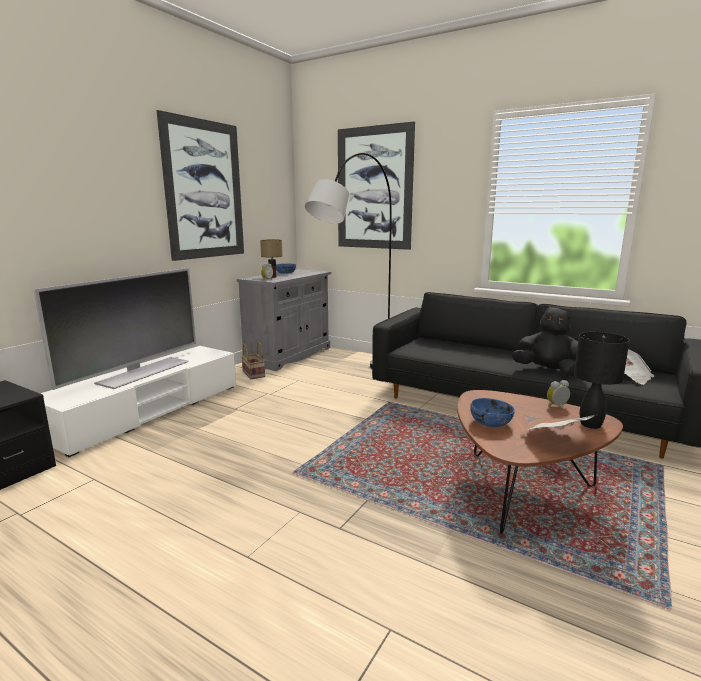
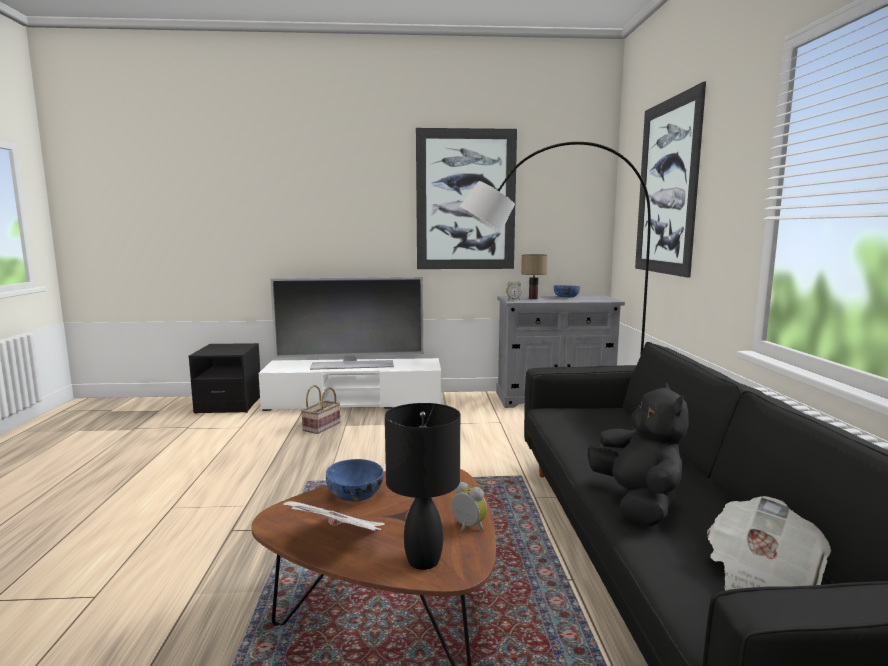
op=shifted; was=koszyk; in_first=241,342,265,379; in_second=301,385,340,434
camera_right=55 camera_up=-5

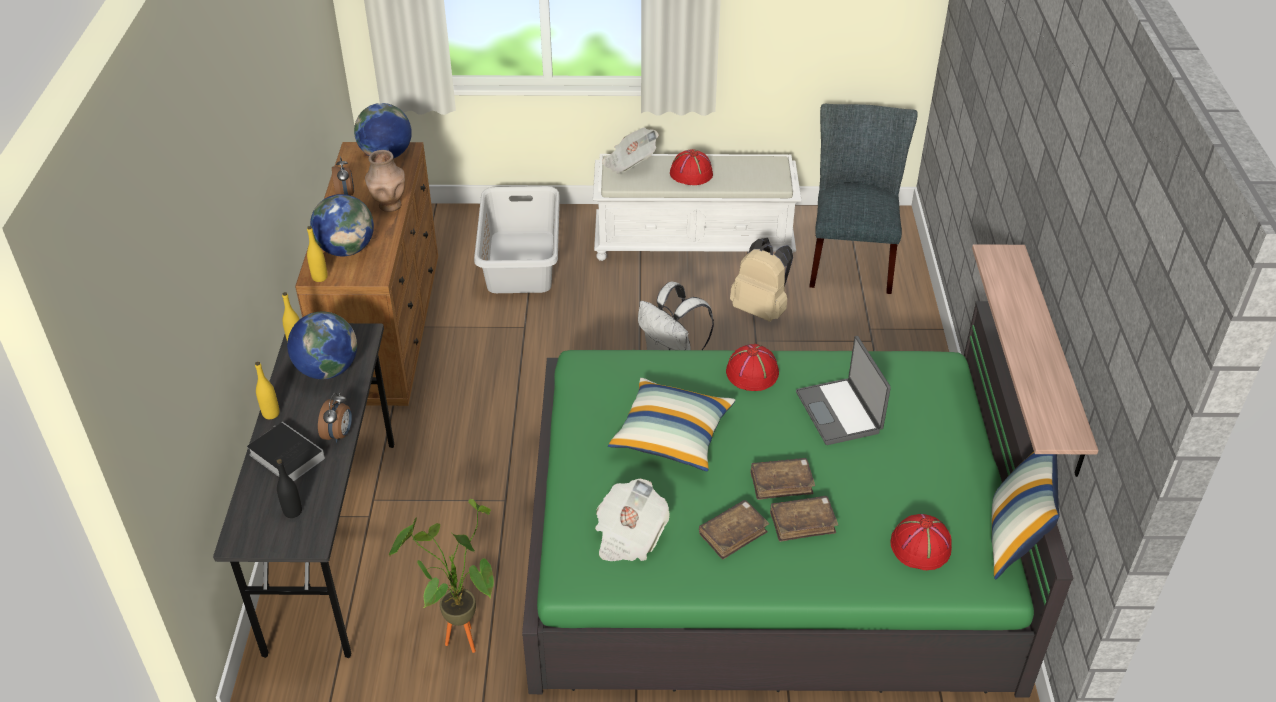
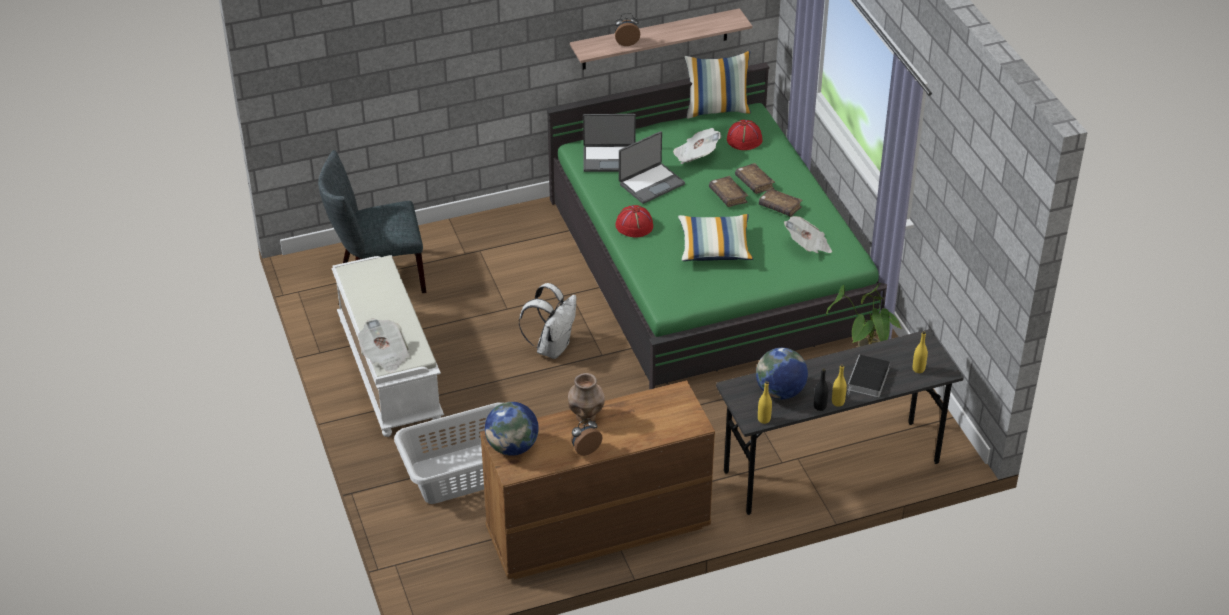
op=new; now=laptop; in_second=583,114,636,172
op=shifted; was=budzik; in_first=318,392,352,443; in_second=615,13,640,46
op=new; now=gazeta; in_second=673,128,721,164
op=shifted; was=butelka (czarny); in_first=276,459,302,518; in_second=814,368,828,411
op=shifted; was=butelka (żółty); in_first=307,226,328,282; in_second=913,331,928,373
op=gone; was=globus; in_first=310,194,374,256
op=gone; was=kapelusz (czerwony); in_first=670,149,713,185
op=gone; was=plecak (beżowy); in_first=730,238,793,322
camera_right=-110 camera_up=0

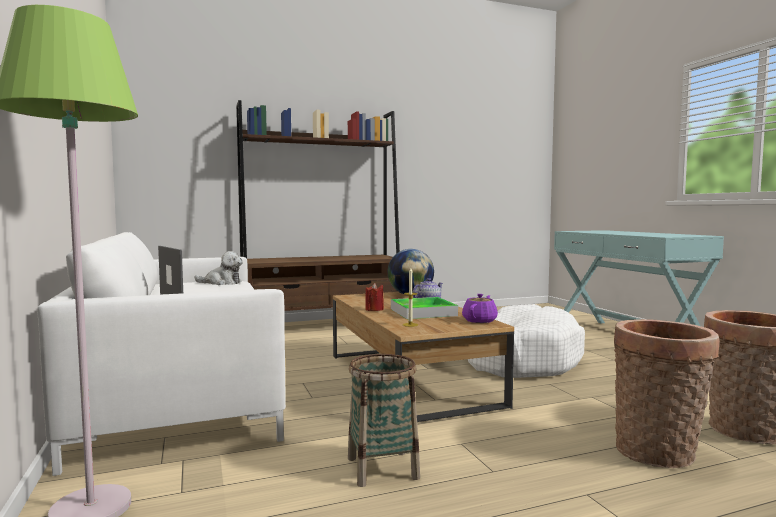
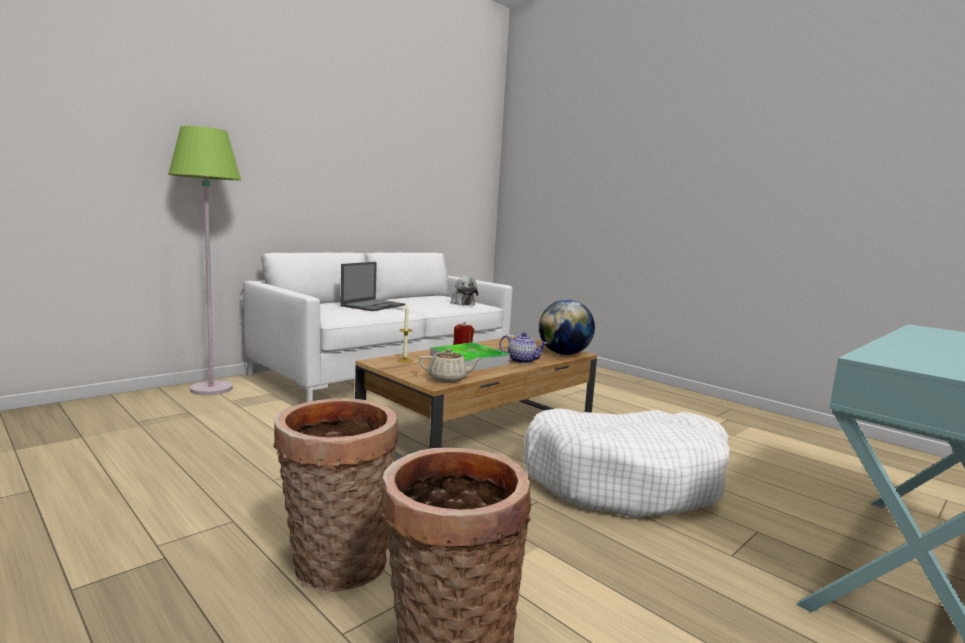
op=repainted; was=imbryk (fioletowy); now=imbryk (beżowy); in_first=462,294,498,323; in_second=419,348,481,382
op=gone; was=regał (brązowy); in_first=236,100,400,311
op=gone; was=koszyk; in_first=348,354,420,487
camera_right=65 camera_up=5

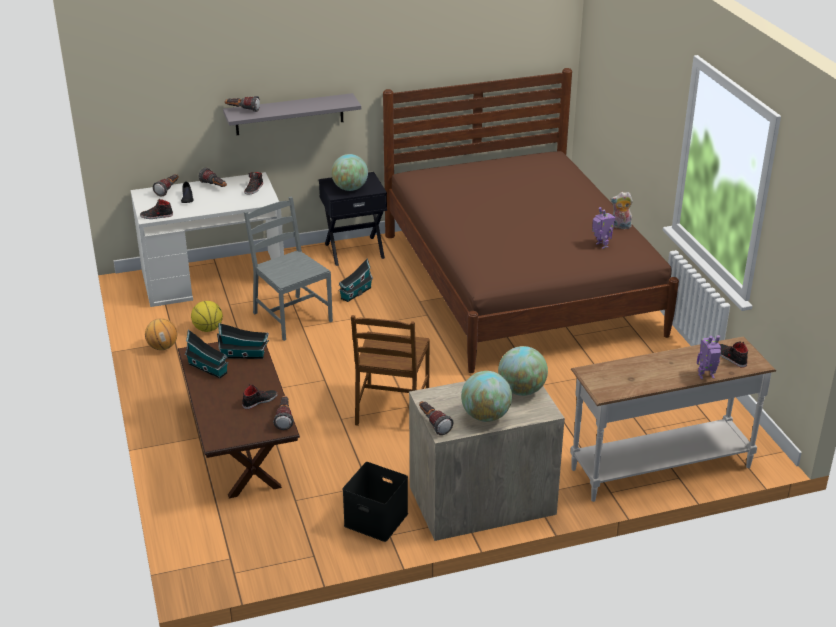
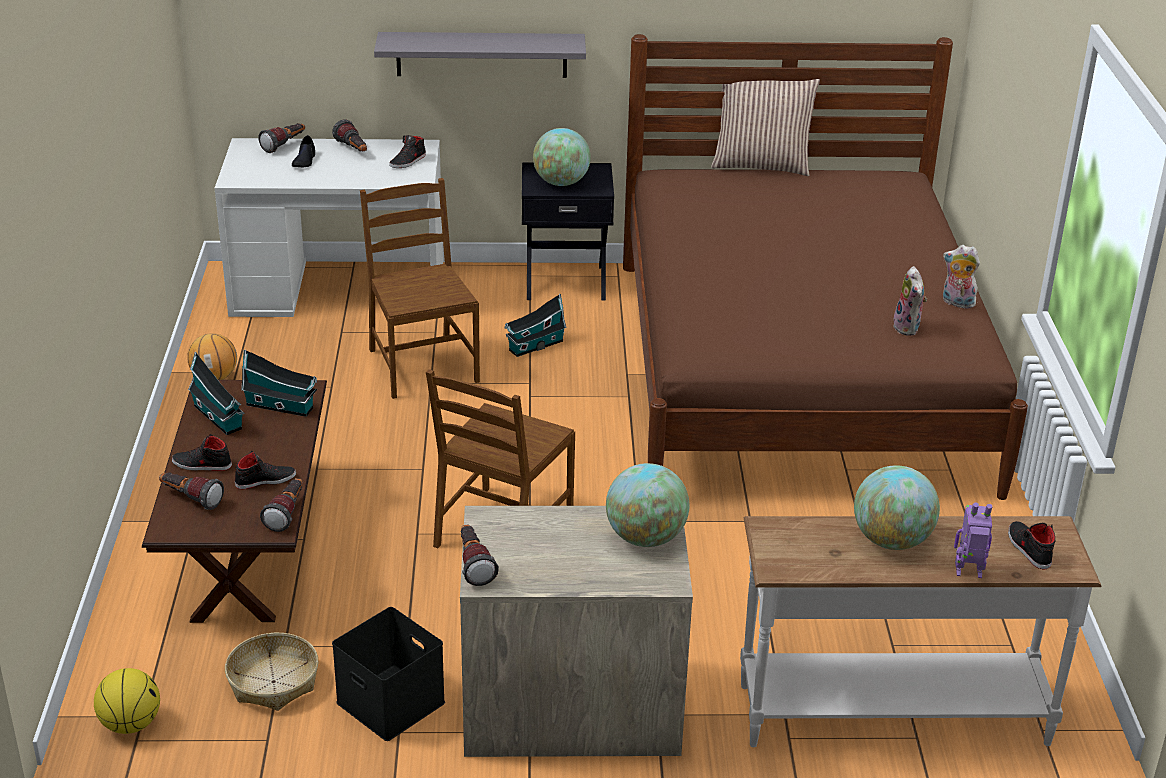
op=shifted; was=piłka do koszykówki; in_first=191,301,223,332; in_second=94,668,160,734
op=shifted; was=latarka; in_first=225,96,260,112; in_second=159,472,224,510
op=shifted; was=but (czarny); in_first=140,199,173,219; in_second=172,434,232,471
op=new; now=koszyk; in_second=225,633,319,711
op=repainted; was=krzesło (szary); now=krzesło (brązowy); in_first=244,197,333,341; in_second=360,178,480,399
op=new; now=poduszka; in_second=711,79,820,176
op=shifted; was=globus; in_first=461,371,512,422; in_second=854,465,940,550
op=swapped; was=robot zabawkowy; now=pluszak; in_first=592,207,615,249; in_second=894,266,927,336
camera_right=15 camera_up=0

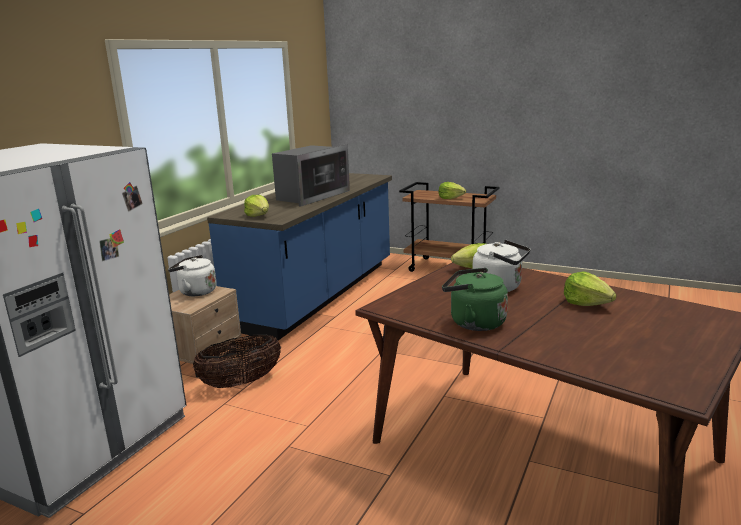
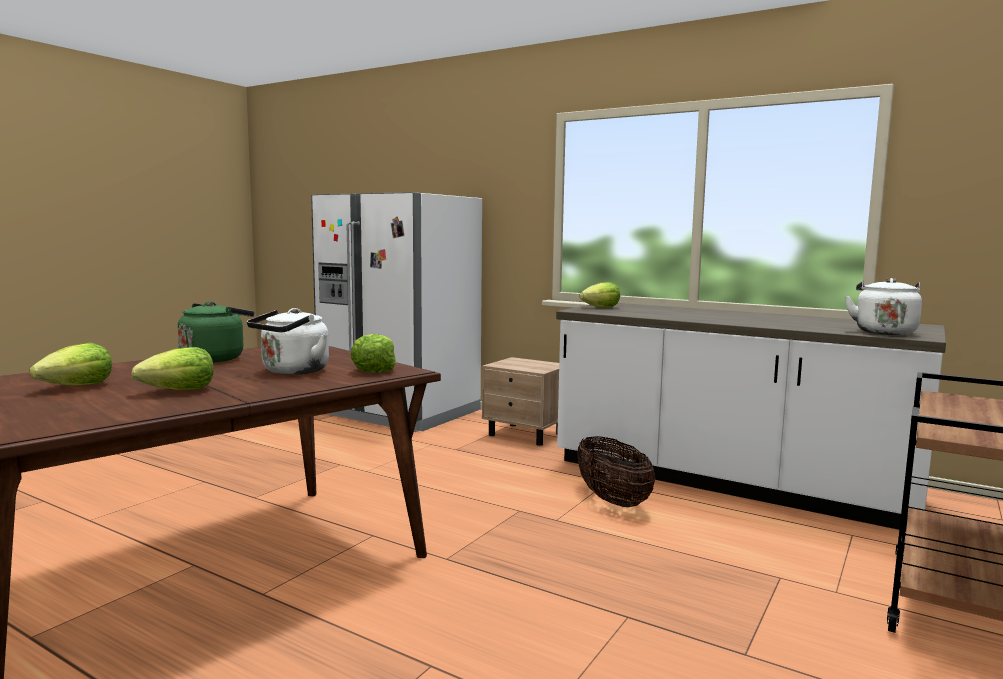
op=shifted; was=sałata; in_first=439,182,466,199; in_second=30,343,112,385
op=repainted; was=zabudowa kuchenna (niebieski); now=zabudowa kuchenna (biały); in_first=207,173,392,341; in_second=556,303,946,530
op=shifted; was=koszyk; in_first=193,335,281,388; in_second=577,436,656,507
op=shifted; was=czajnik (biały); in_first=168,255,217,296; in_second=845,278,922,335
op=gone; was=mikrofalówka; in_first=272,144,350,206
camera_right=95 camera_up=-10

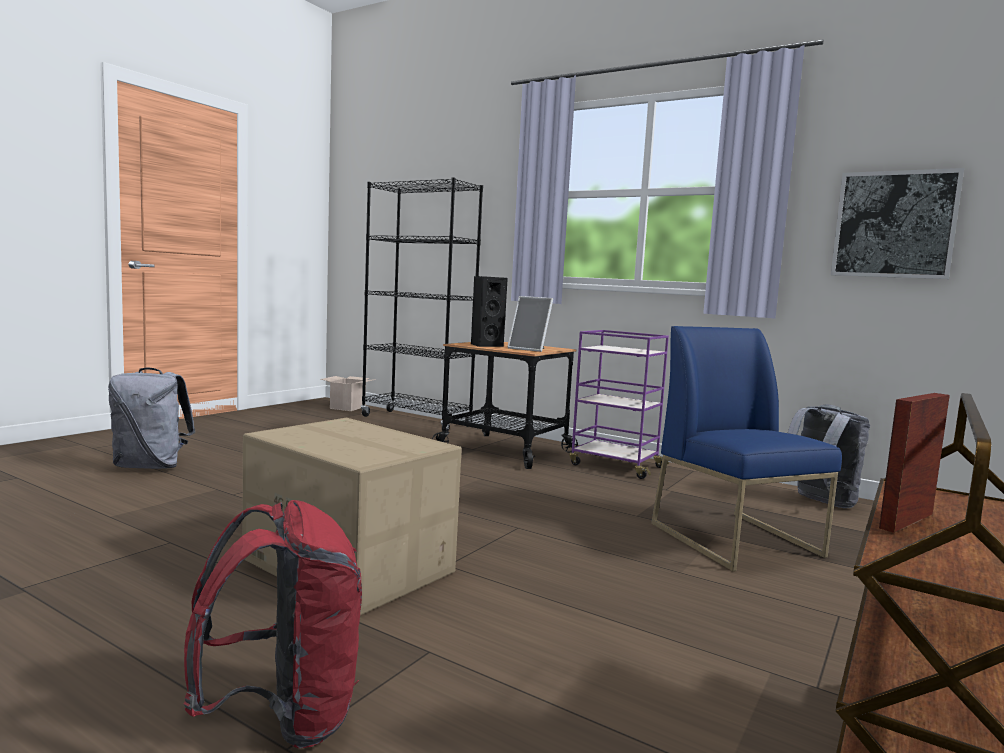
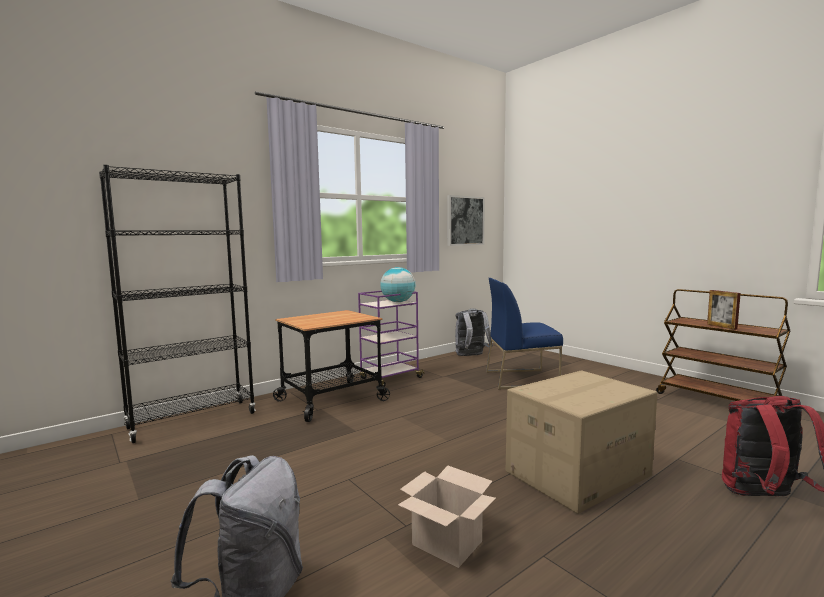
op=new; now=globus; in_second=380,267,415,302
op=shifted; was=karton; in_first=321,376,376,411; in_second=398,466,496,568
op=gone; was=głośnik (czarny); in_first=471,276,508,347
op=gone; was=ramka na zdjęcie; in_first=507,296,553,352
camera_right=-70 camera_up=0

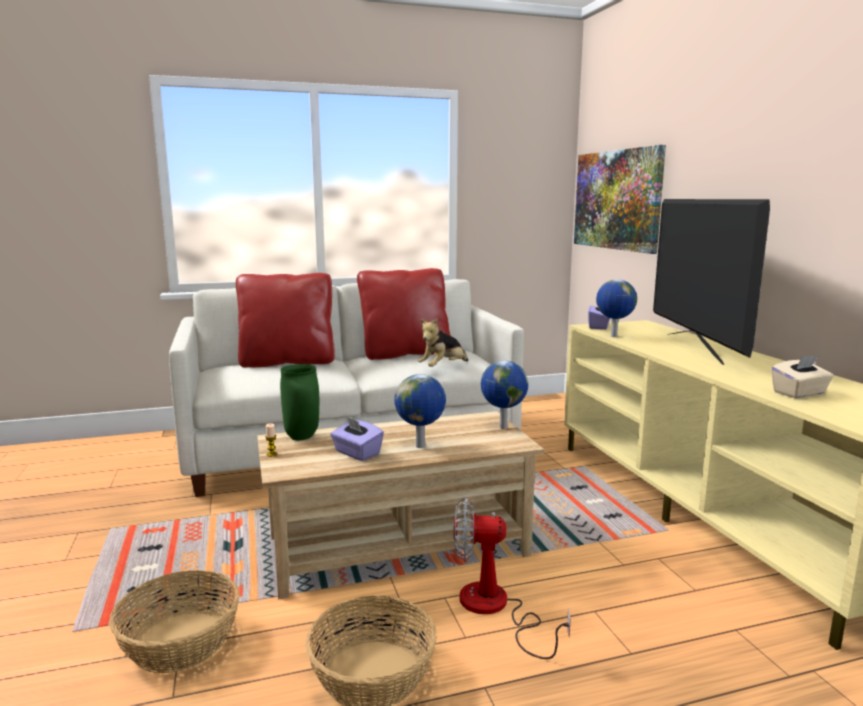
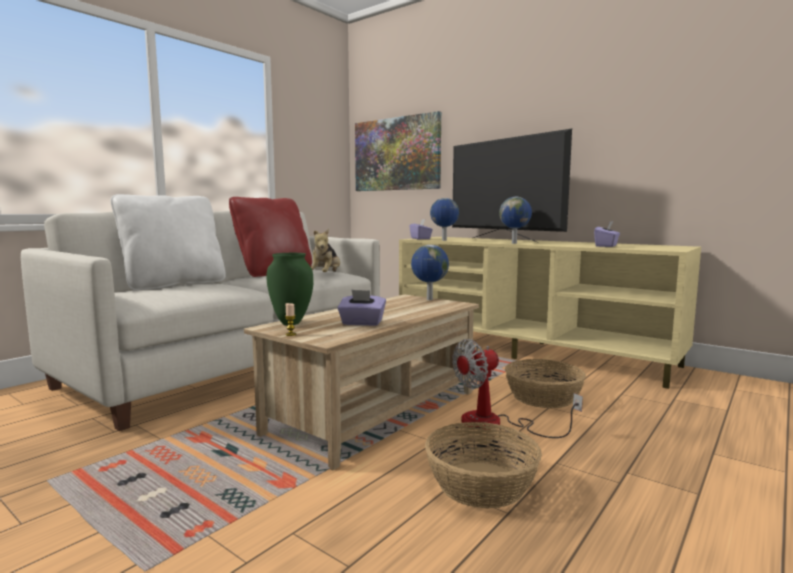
op=repainted; was=poduszka (czerwony); now=poduszka (biały); in_first=236,273,335,367; in_second=111,194,226,291
op=shifted; was=globus; in_first=394,374,446,448; in_second=499,197,532,244
op=shifted; was=koszyk; in_first=109,570,240,673; in_second=505,359,586,408
op=repainted; was=pudełko chusteczek (beżowy); now=pudełko chusteczek (fioletowy); in_first=771,355,834,399; in_second=594,221,620,247
camera_right=-35 camera_up=-5

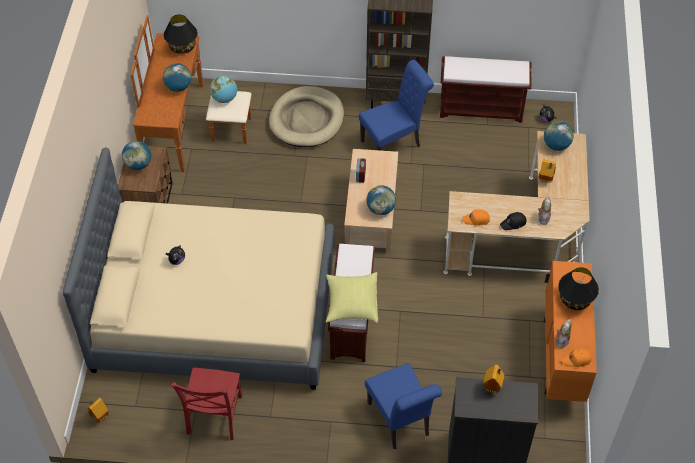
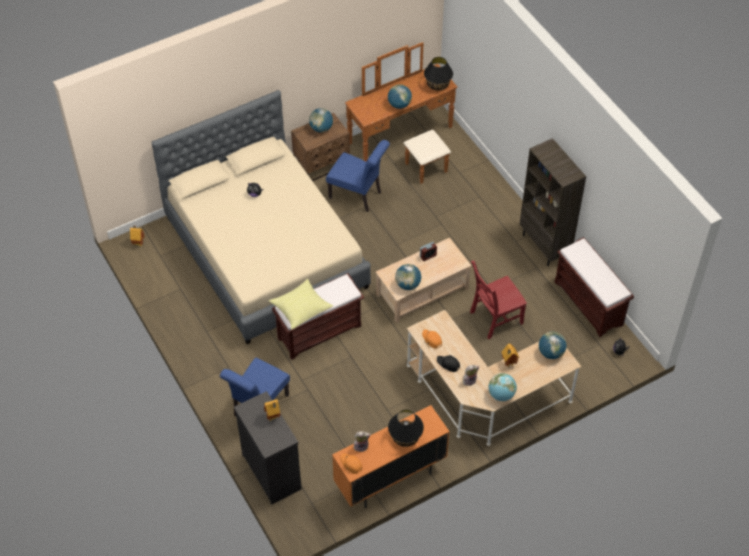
op=shifted; was=krzesło (niebieski); in_first=359,60,434,151; in_second=326,140,390,212
op=shifted; was=krzesło (czerwony); in_first=171,368,242,440; in_second=470,261,527,339
op=shifted; was=globus; in_first=210,76,237,103; in_second=488,373,517,401
op=gone; was=legowisko (beżowy); in_first=269,86,344,147
camera_right=55 camera_up=0

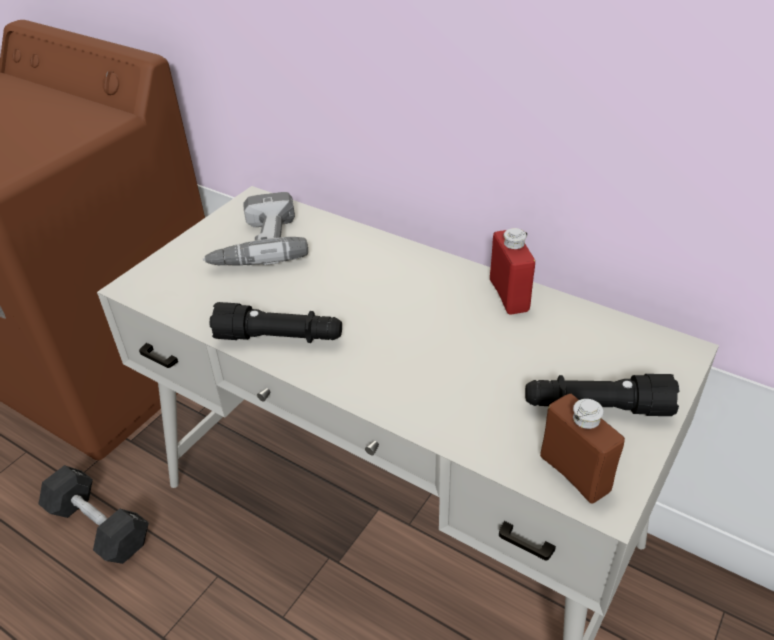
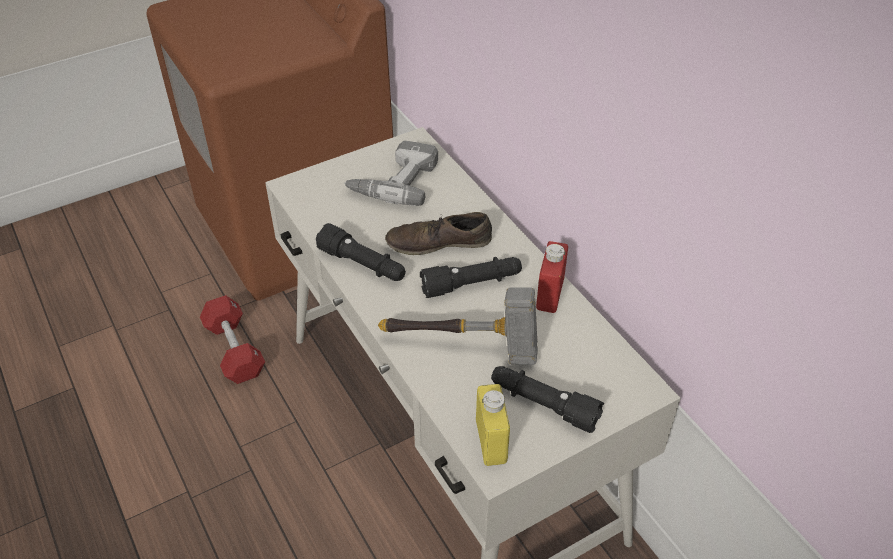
op=repainted; was=hantel (czarny); now=hantel (czerwony); in_first=39,465,149,564; in_second=200,295,265,384
op=new; now=młotek; in_second=378,287,538,365
op=new; now=but (brązowy); in_second=385,212,492,255
op=new; now=latarka (czarny); in_second=420,257,522,298
op=repainted; was=butelka (brązowy); now=butelka (żółty); in_first=540,394,625,504; in_second=476,384,510,466
camera_right=25 camera_up=5

